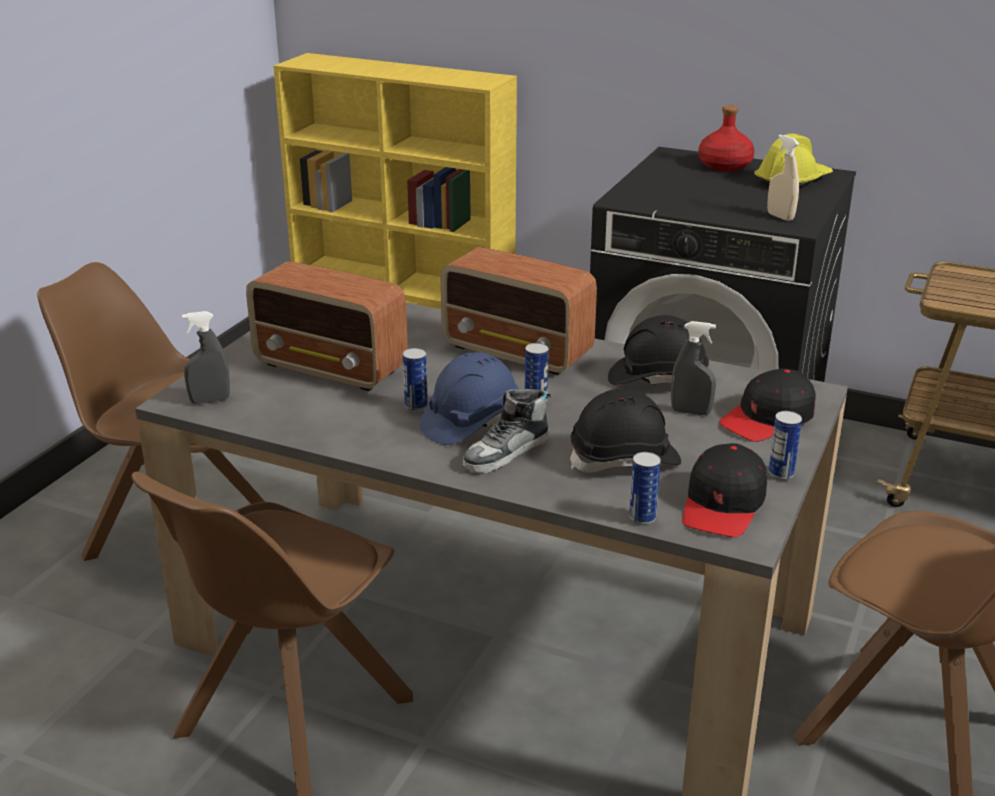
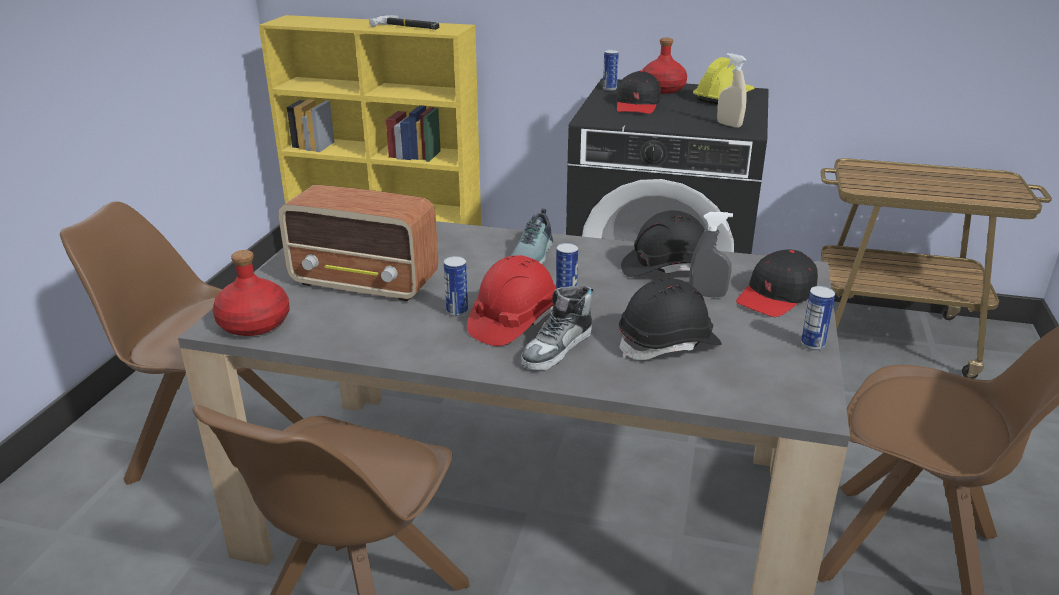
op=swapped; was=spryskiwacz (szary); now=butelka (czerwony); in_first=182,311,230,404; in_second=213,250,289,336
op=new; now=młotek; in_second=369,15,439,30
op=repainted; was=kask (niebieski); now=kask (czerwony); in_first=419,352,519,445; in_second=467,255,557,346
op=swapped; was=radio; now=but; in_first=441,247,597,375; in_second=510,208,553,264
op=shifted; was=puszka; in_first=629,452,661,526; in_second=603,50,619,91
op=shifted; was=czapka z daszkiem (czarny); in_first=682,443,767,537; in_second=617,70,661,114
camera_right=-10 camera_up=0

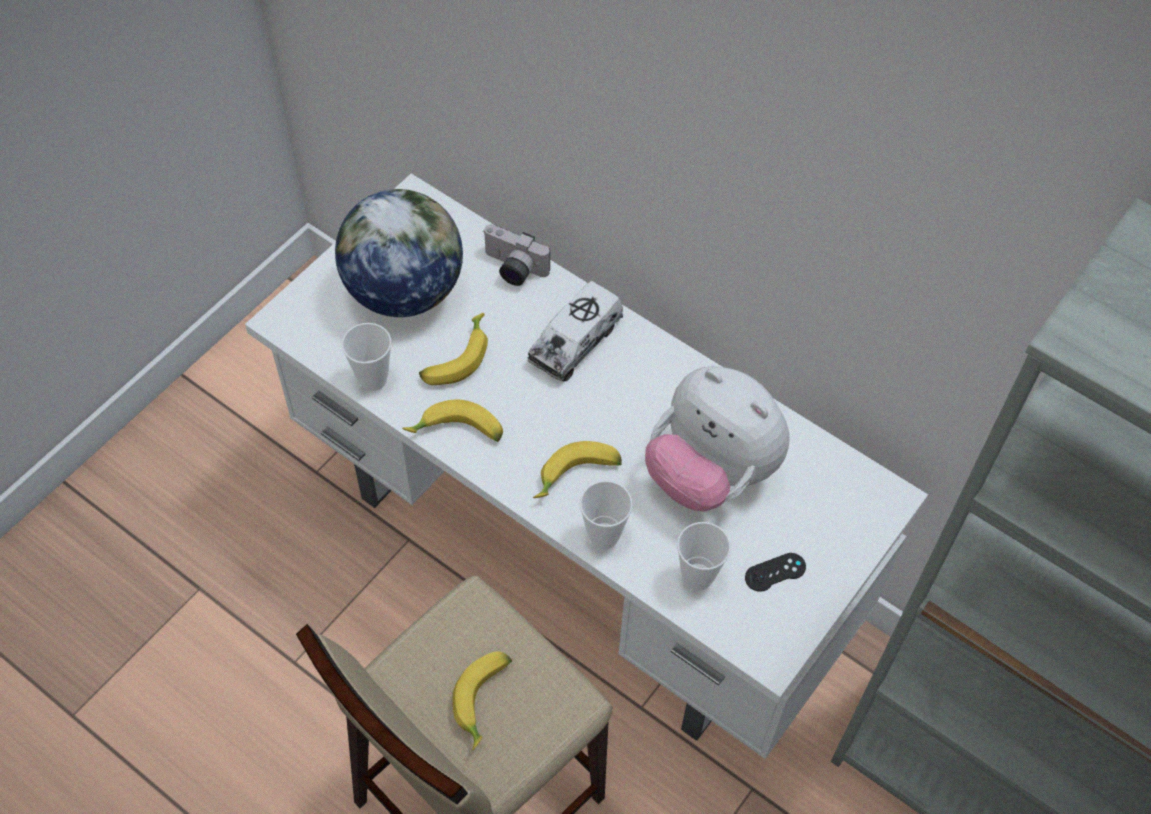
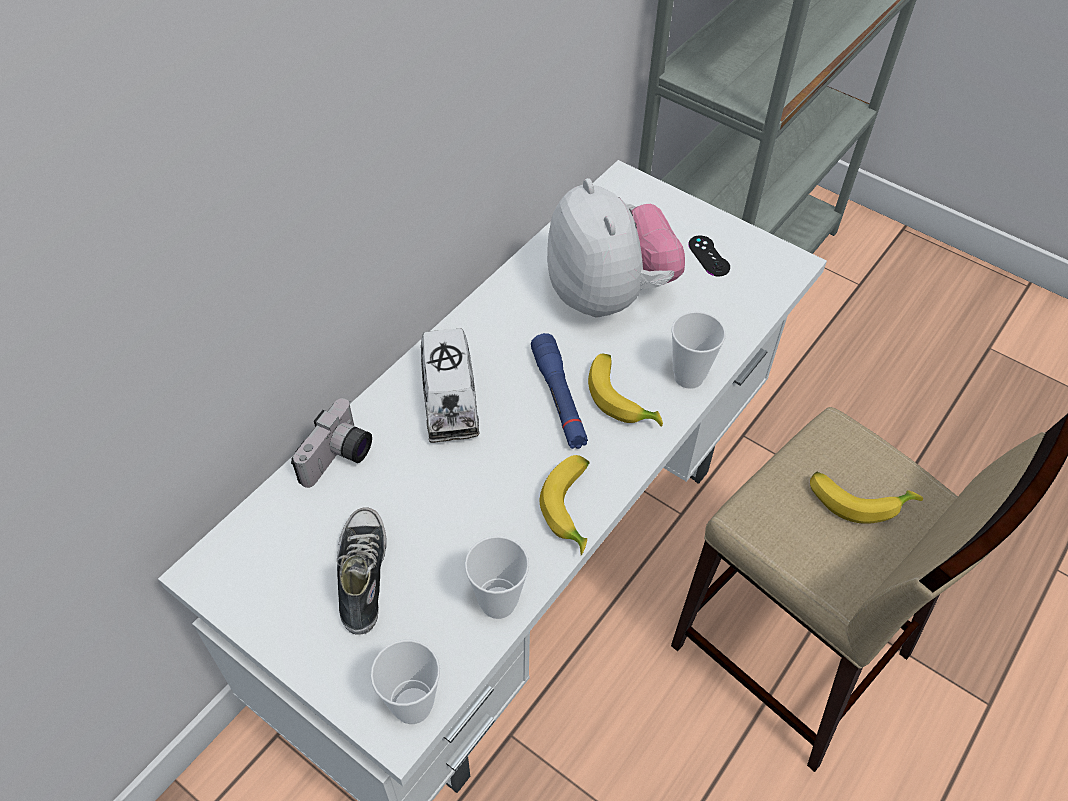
op=swapped; was=globus; now=but; in_first=335,189,463,317; in_second=337,507,386,635
op=shifted; was=filiżanka; in_first=677,522,731,591; in_second=371,640,440,724
op=rotated; was=ciężarówka zabawkowa; in_first=527,281,623,382; in_second=421,329,479,443; clockwise=45
op=new; now=latarka (niebieski); in_second=531,333,588,449
op=rotated; was=pluszak; in_first=645,366,789,511; in_second=547,178,685,317; clockwise=-60
op=gone; was=banan; in_first=419,313,488,385
camera_right=-90 camera_up=-5

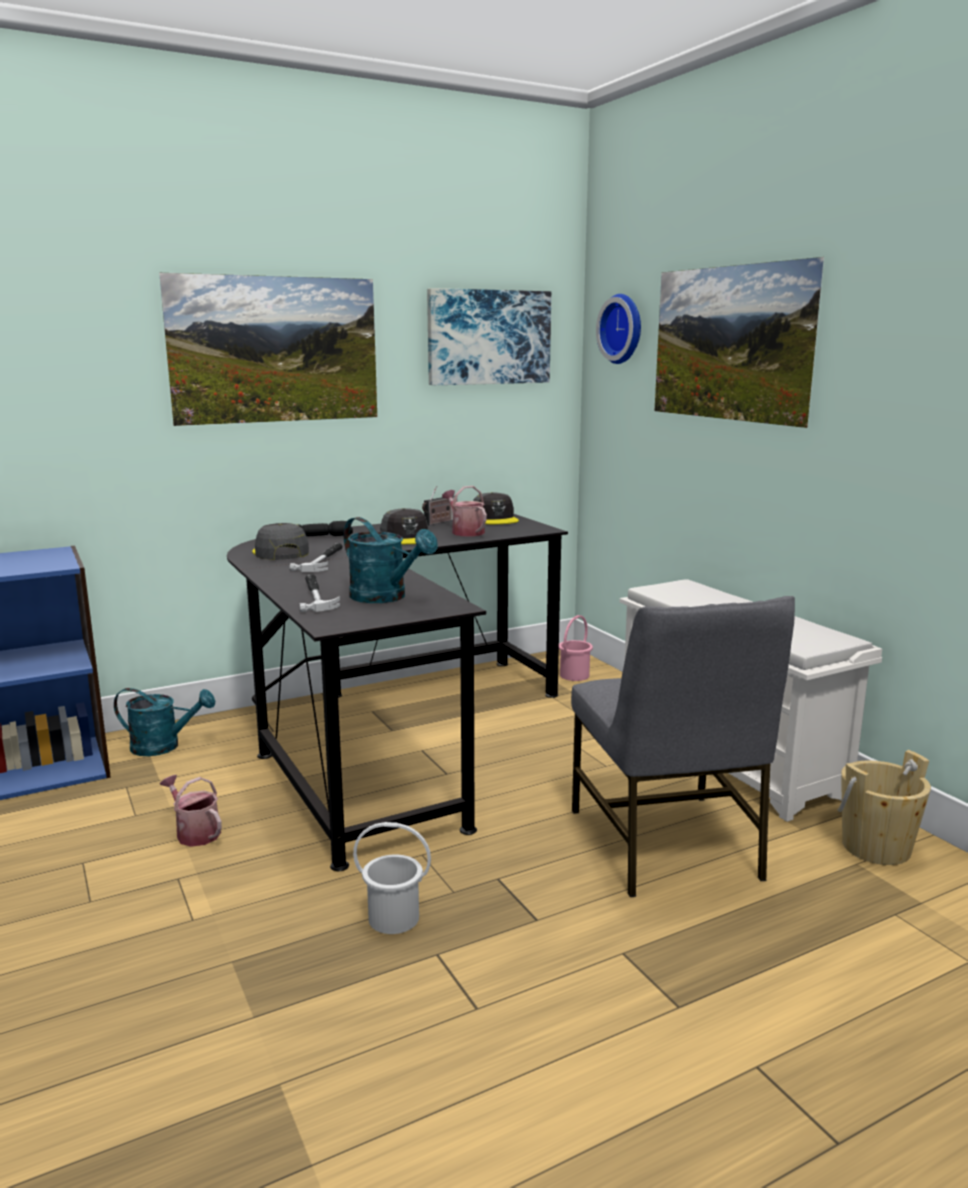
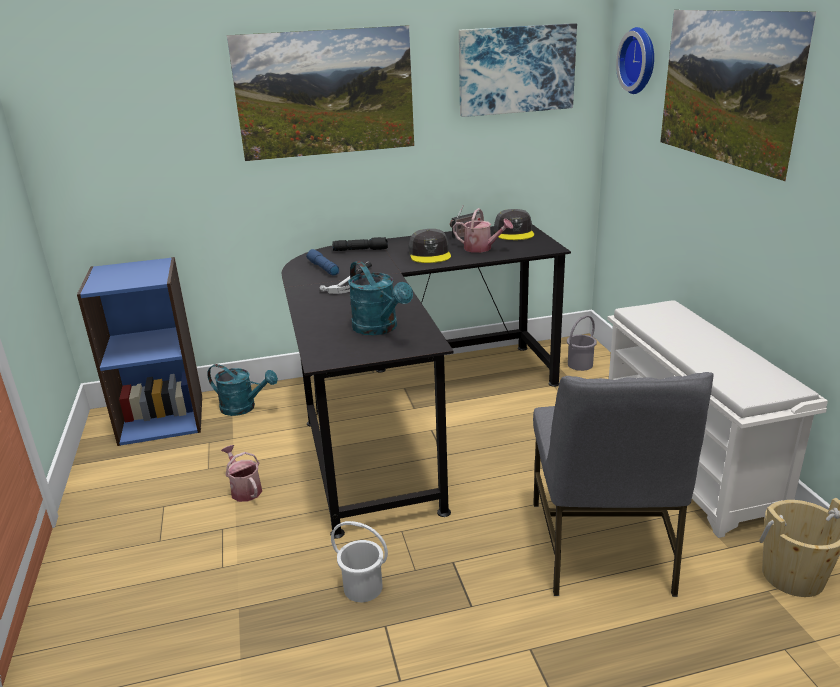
op=swapped; was=czapka z daszkiem (szary); now=latarka (niebieski); in_first=252,523,309,560; in_second=306,249,339,276
op=rotated; was=konewka; in_first=442,486,487,536; in_second=453,208,513,253; clockwise=135
op=repainted; was=wiadro (różowy); now=wiadro (szary); in_first=559,615,593,681; in_second=567,315,597,371
op=gone; was=młotek; in_first=299,574,340,612
camera_right=15 camera_up=10

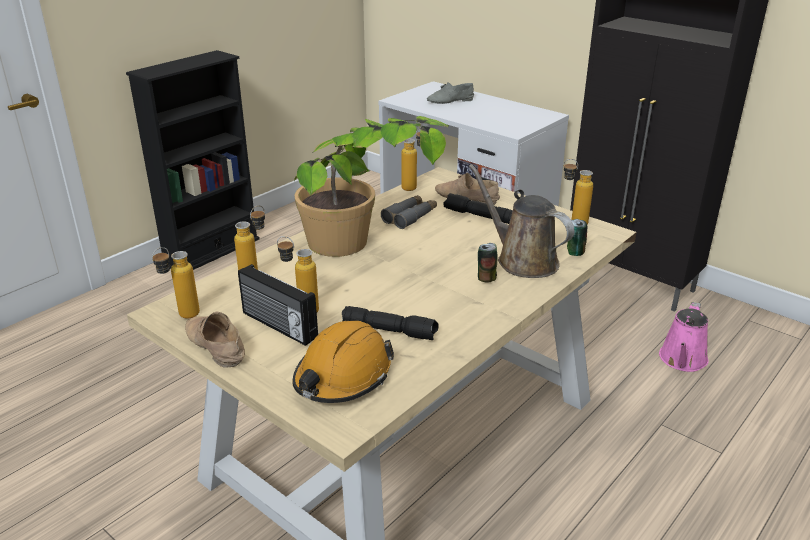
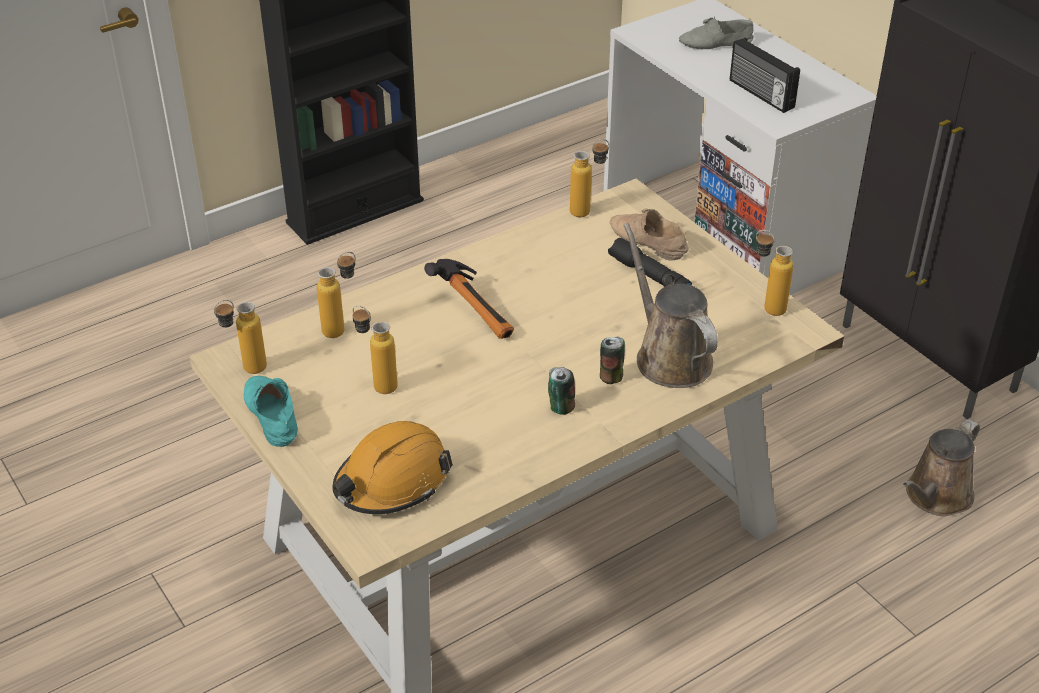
op=repainted; was=but (beżowy); now=but (turkusowy); in_first=185,311,245,368; in_second=244,376,298,447
op=swapped; was=roślina doniczkowa; now=młotek; in_first=294,116,449,257; in_second=424,259,514,339
op=shifted; was=puszka; in_first=567,219,587,256; in_second=548,367,575,415
op=shifted; was=radio; in_first=238,264,318,346; in_second=730,37,800,113
op=repainted; was=konewka (różowy); now=konewka (brązowy); in_first=659,302,709,372; in_second=903,419,980,516
op=gone; was=latarka (czarny); in_first=342,306,439,340
op=gone; was=lornetka (szary); in_first=381,195,437,229
camera_right=15 camera_up=10

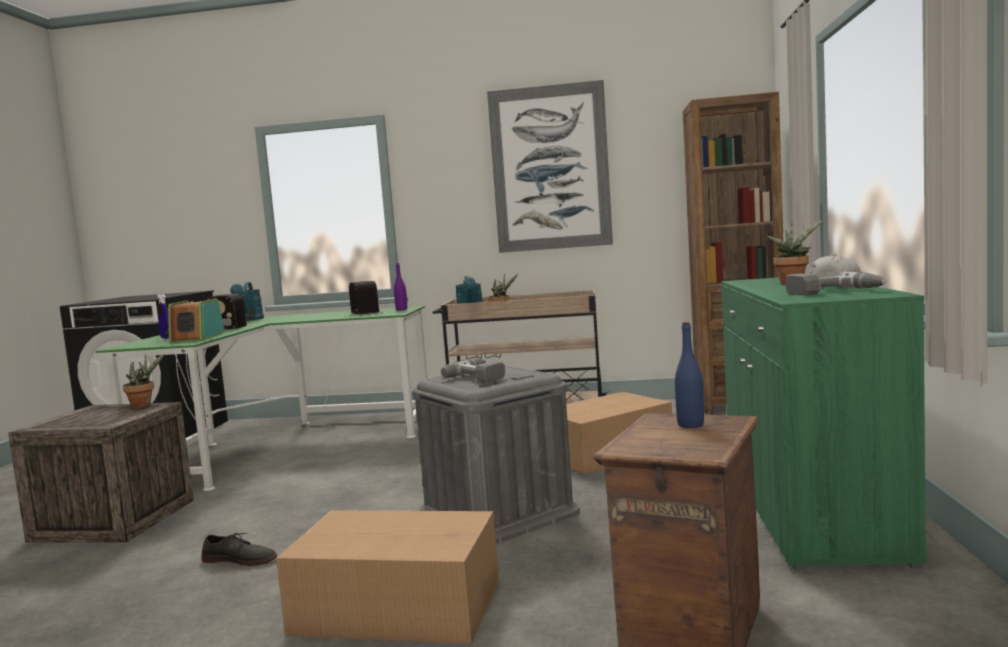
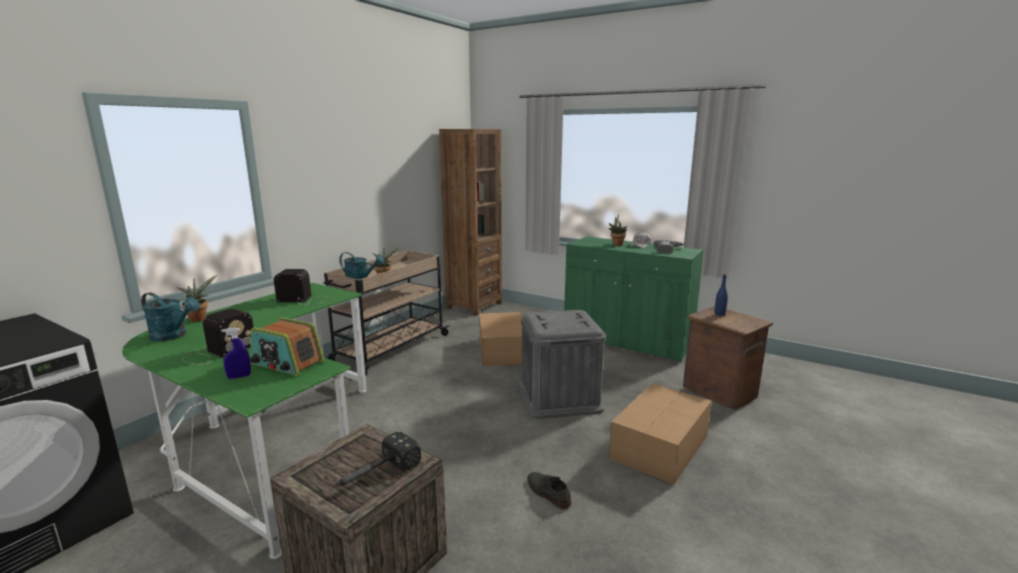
op=shifted; was=roślina doniczkowa; in_first=123,354,164,408; in_second=176,275,217,322
op=new; now=młotek; in_second=335,432,421,487
op=rotated; was=but (szary); in_first=201,533,277,566; in_second=528,472,571,509; clockwise=-75
op=gone; was=butelka (fioletowy); in_first=394,263,407,310
op=gone; was=wiertarka; in_first=441,359,505,383
op=gone; was=obraz; in_first=487,80,613,253
camera_right=-65 camera_up=10

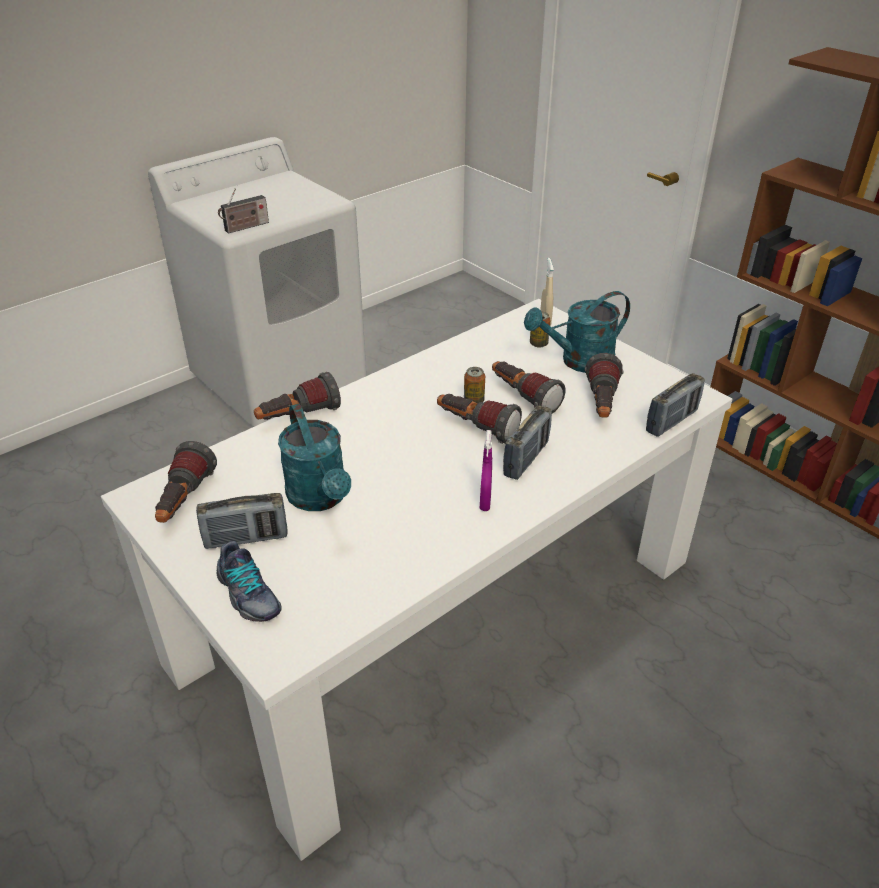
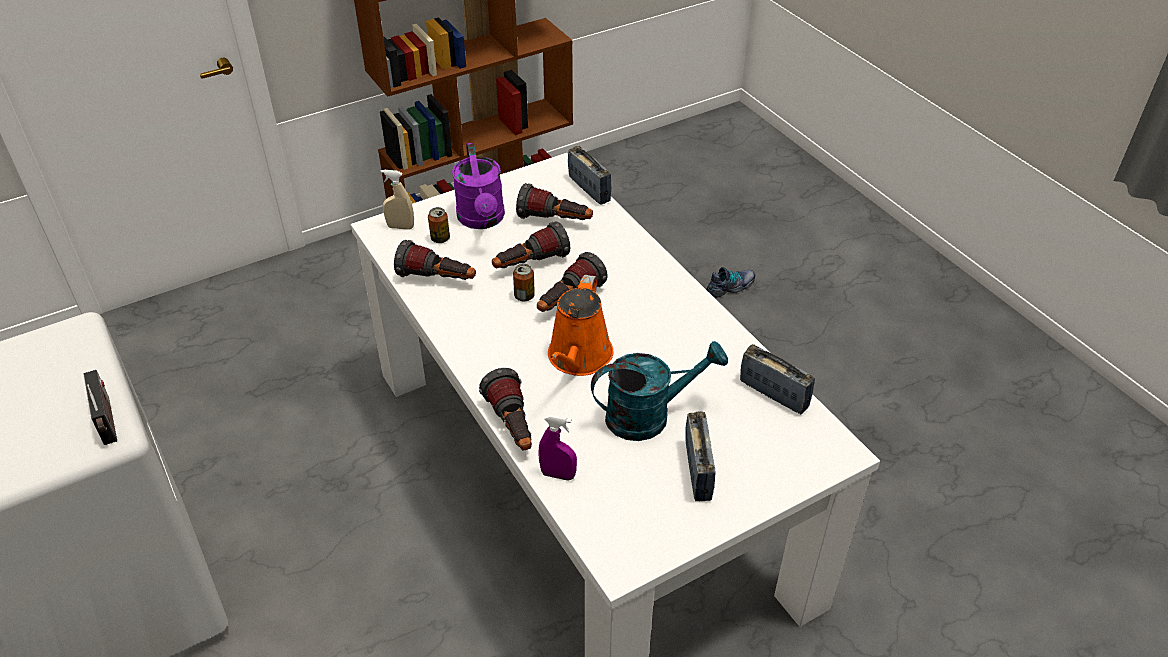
op=shifted; was=latarka; in_first=155,441,217,523; in_second=394,240,476,280
op=repainted; was=konewka (turkusowy); now=konewka (fioletowy); in_first=524,291,630,373; in_second=452,143,505,229
op=shifted; was=spryskiwacz (fioletowy); in_first=480,430,492,511; in_second=538,415,577,480
op=new; now=konewka (pomarańczowy); in_second=548,275,613,376
op=shifted; was=but; in_first=217,541,282,622; in_second=707,267,755,298
op=shifted; was=radio; in_first=503,405,552,480; in_second=740,344,815,414
camera_right=-80 camera_up=5

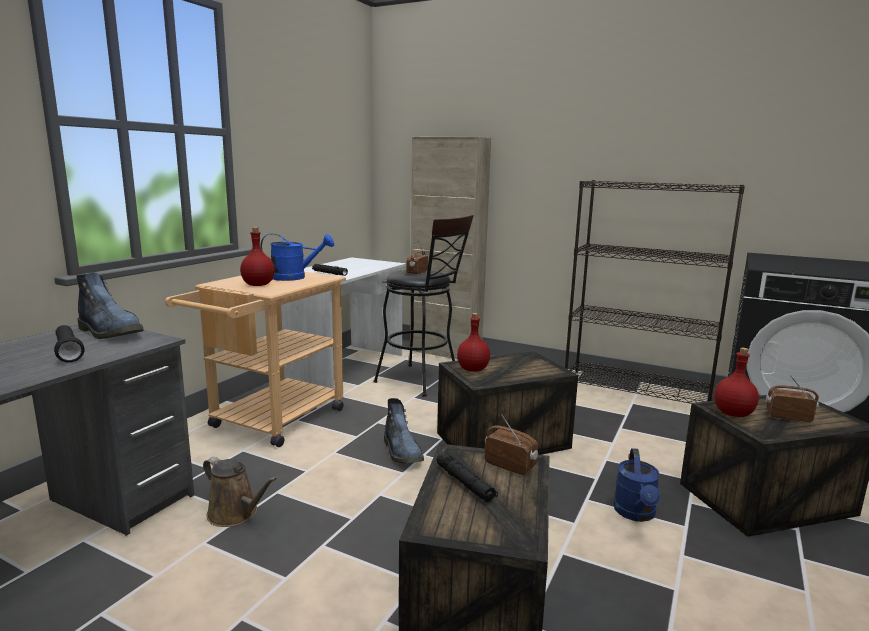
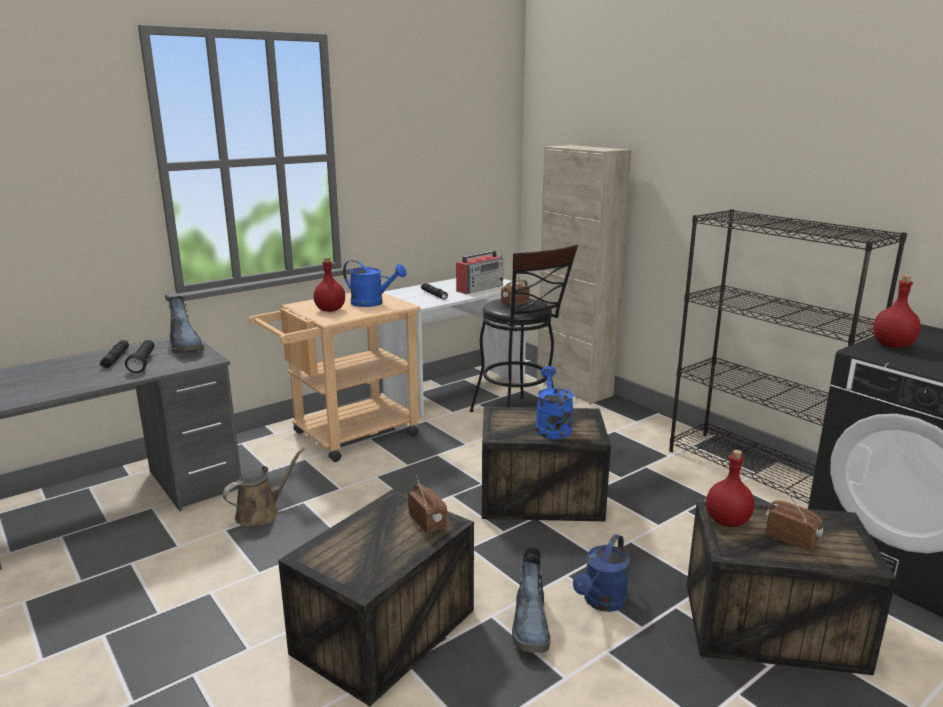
op=shifted; was=latarka (czarny); in_first=437,452,498,503; in_second=100,340,129,368
op=rotated; was=konewka (brązowy); in_first=203,457,277,527; in_second=223,448,304,526; clockwise=-105
op=new; now=radio; in_second=456,250,503,294
op=shifted; was=but z cholewką; in_first=384,398,424,463; in_second=512,548,550,653
op=new; now=konewka (niebieski); in_second=536,366,574,439
op=shifted; was=butelka (czerwony); in_first=457,313,490,372; in_second=873,275,921,348
camera_right=25 camera_up=5

